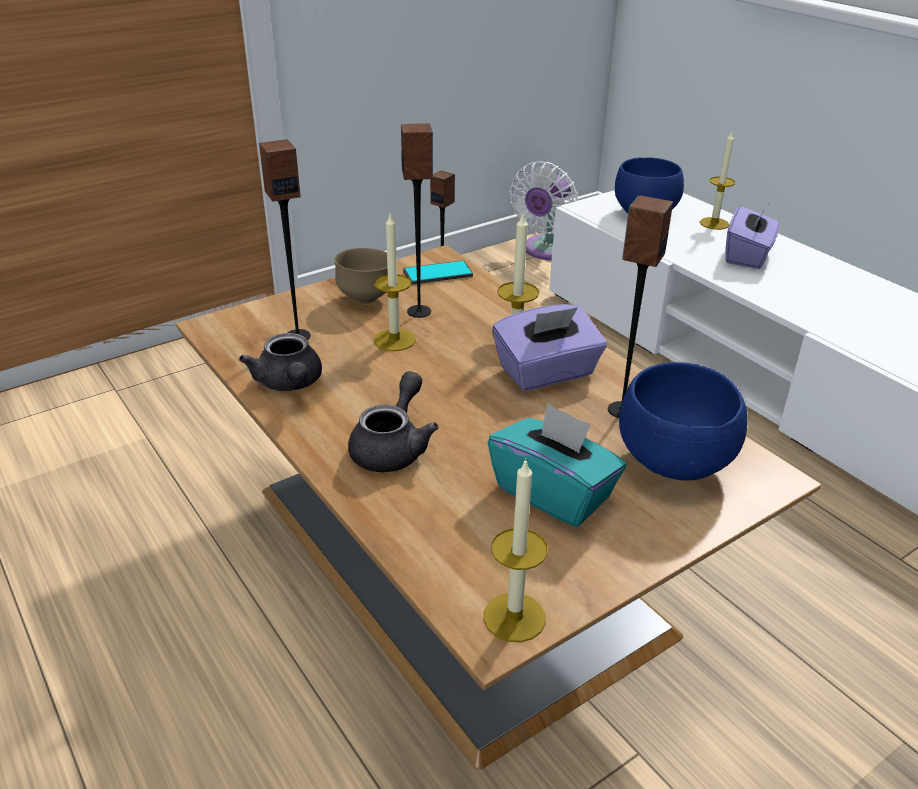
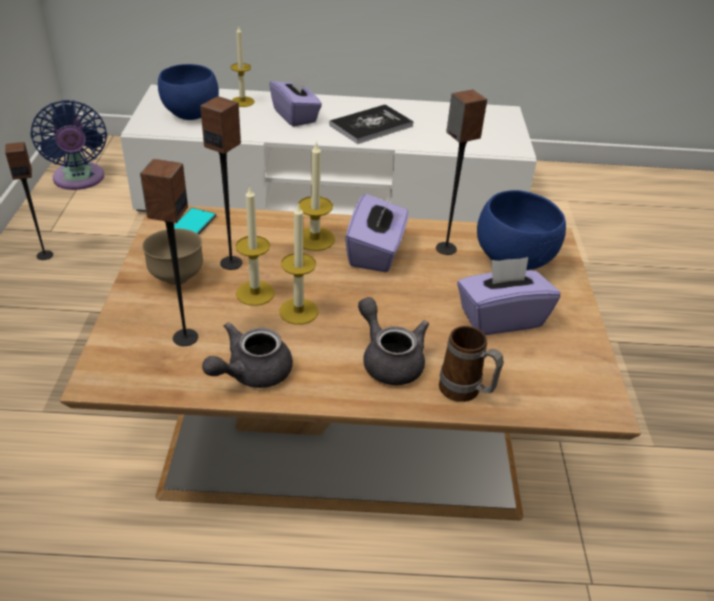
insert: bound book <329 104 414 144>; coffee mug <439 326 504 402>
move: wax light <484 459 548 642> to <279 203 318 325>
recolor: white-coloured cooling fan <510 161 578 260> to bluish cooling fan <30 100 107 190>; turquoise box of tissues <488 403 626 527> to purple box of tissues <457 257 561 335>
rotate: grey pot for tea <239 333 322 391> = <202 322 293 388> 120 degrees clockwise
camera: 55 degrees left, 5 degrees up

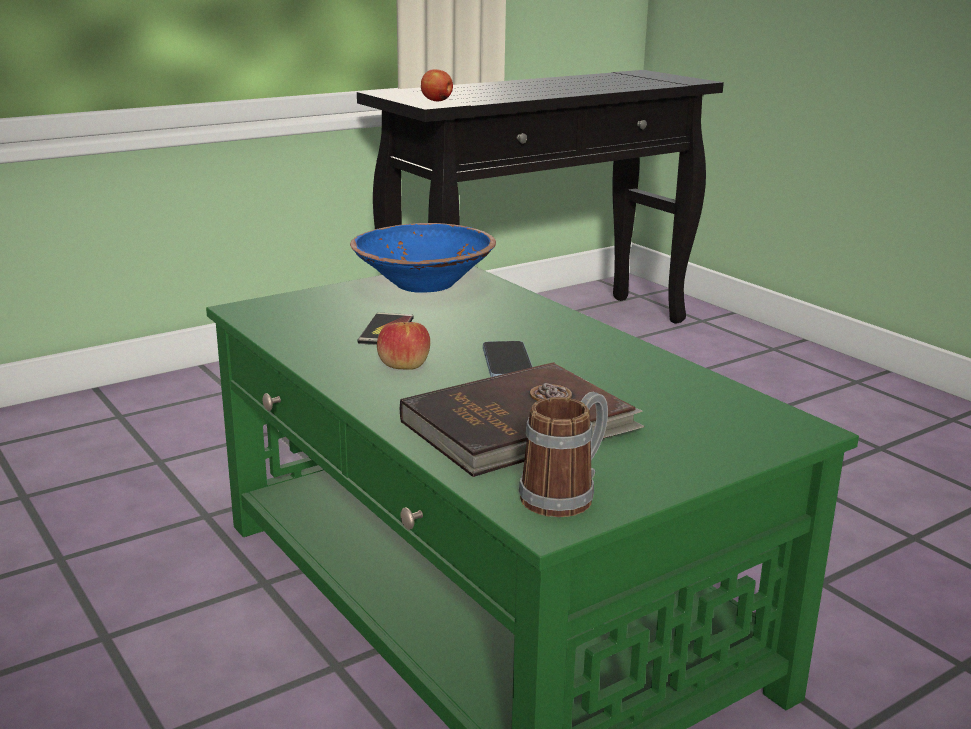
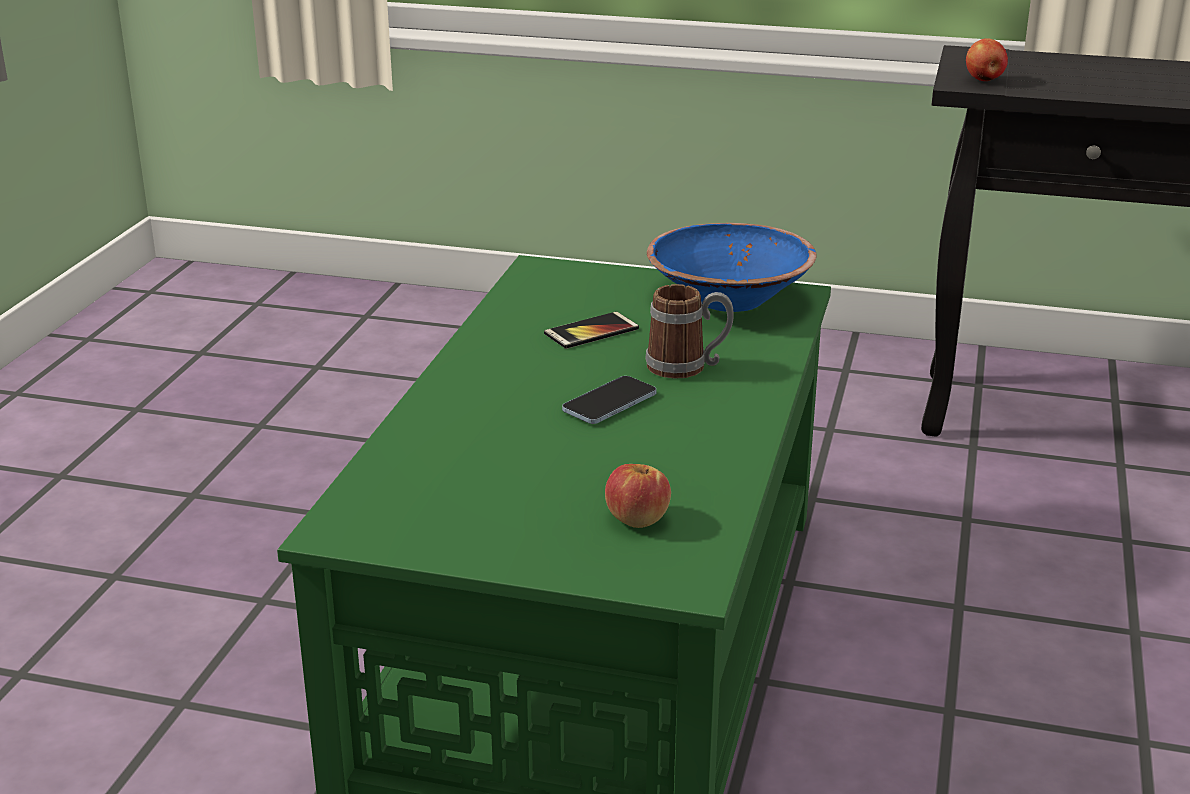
delete: brown-coloured bound book <400 362 644 477>
move: apple fruit <377 322 430 370> to <605 464 671 528>; coffee mug <519 392 608 517> to <645 284 734 379>
camera: 50 degrees right, 5 degrees up

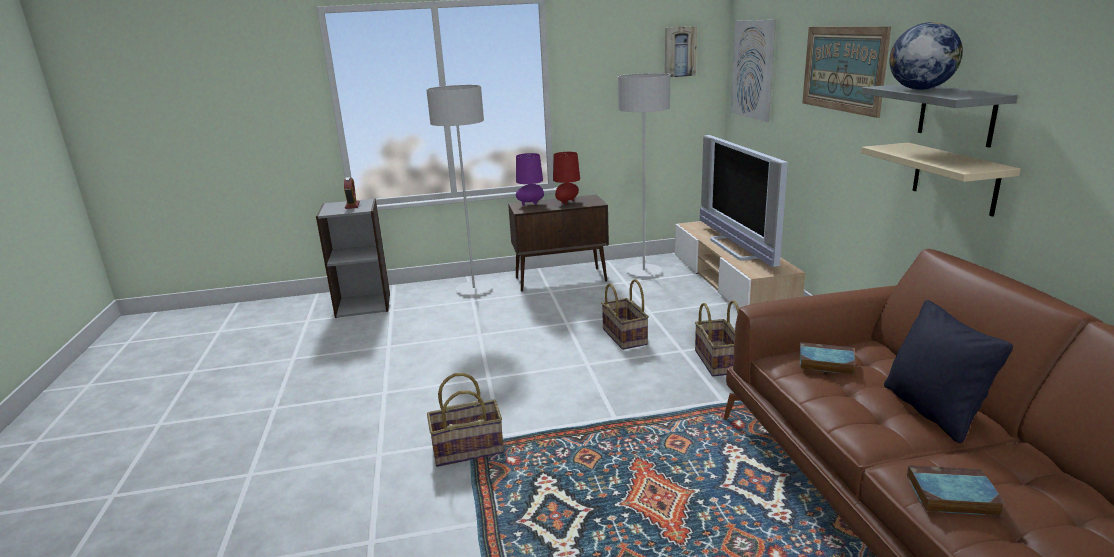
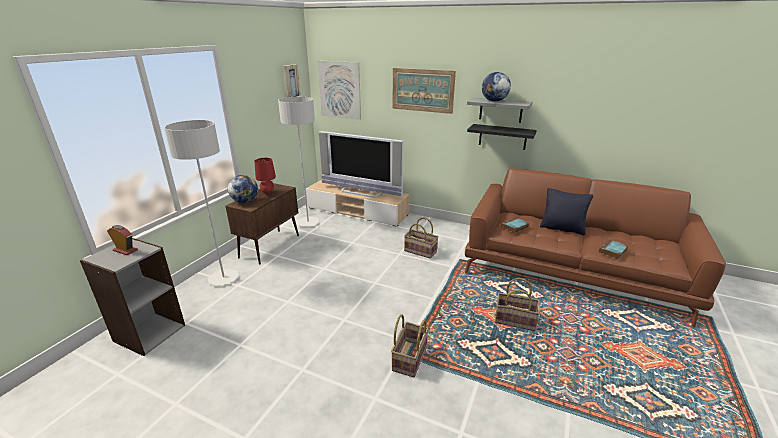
move: household basket <601 279 649 350> to <495 278 540 331>
replace: purple table lamp <516 153 544 206> to desk globe <228 175 258 203>
recolor: beige-coloured wall shelf <861 143 1021 217> to black-coloured wall shelf <467 124 537 150>
camera: 55 degrees left, 5 degrees up

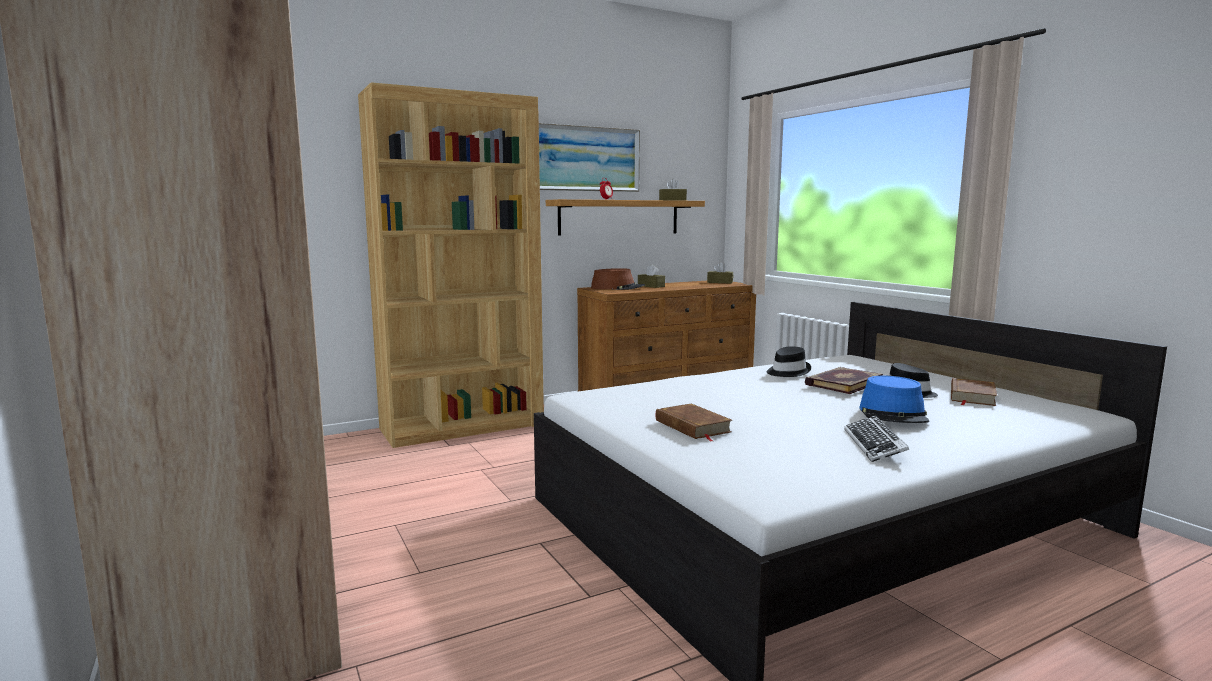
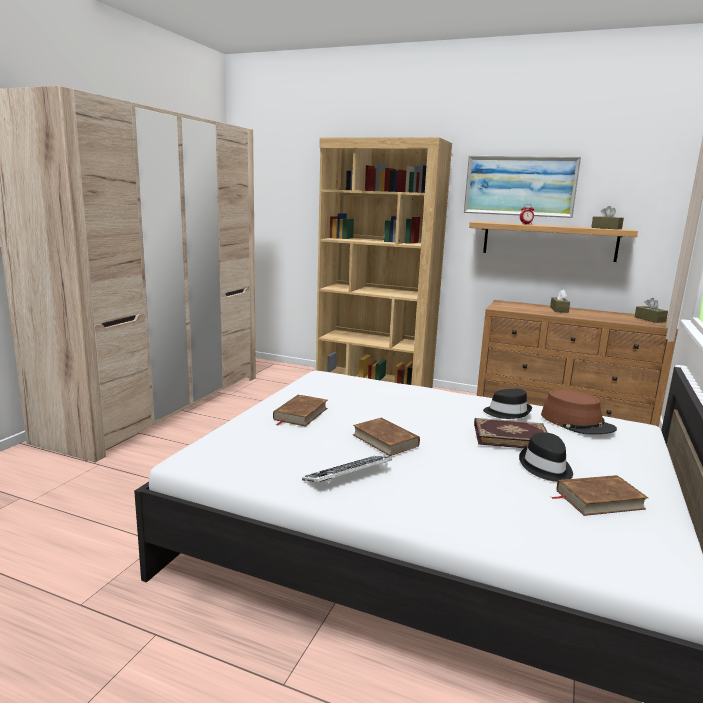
delete: bluish wearable hat <859 376 929 423>
insert: brown-coloured bound book <353 418 420 456>
move: brown-coloured wearable hat <591 268 645 290> to <541 389 617 434>
camera: 50 degrees right, 5 degrees up

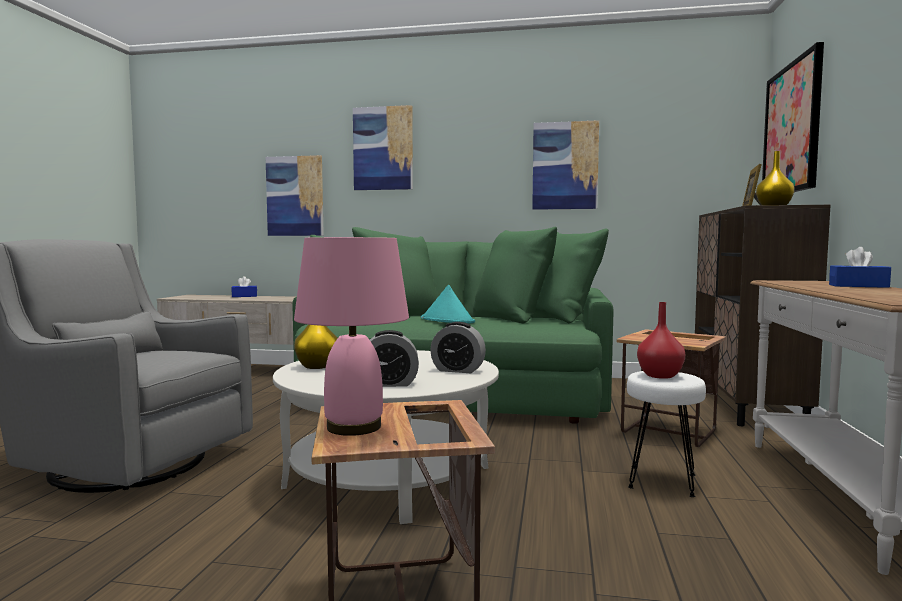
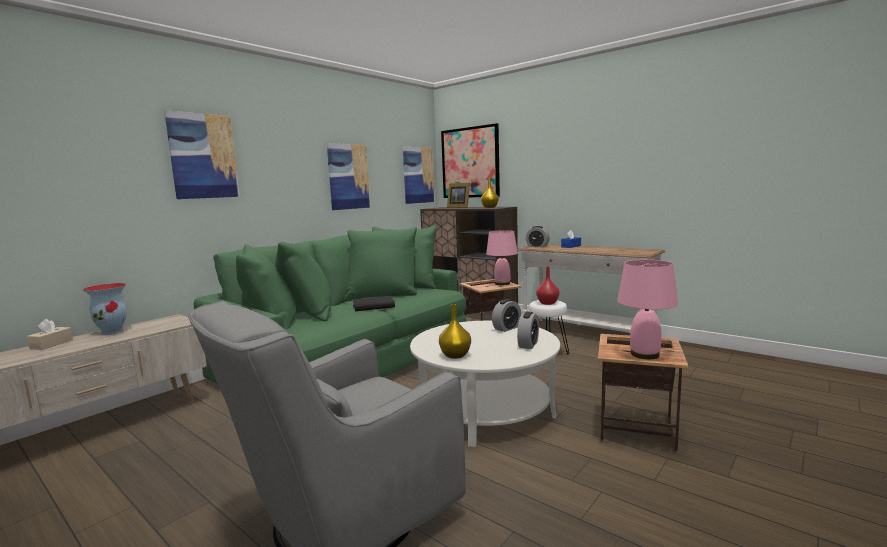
insert: flower vase <82 283 127 335>; pinkish table lamp <486 230 518 285>; bedside clock <526 226 550 247>
move: wall picture <266 155 324 236> to <403 146 435 204>
replace: turquoise wearable hat <421 285 475 324> to black-coloured bound book <353 296 395 311>
recolor: bluish box of tissues <231 276 257 297> to beige-coloured box of tissues <27 319 73 350>
camera: 60 degrees left, 5 degrees up

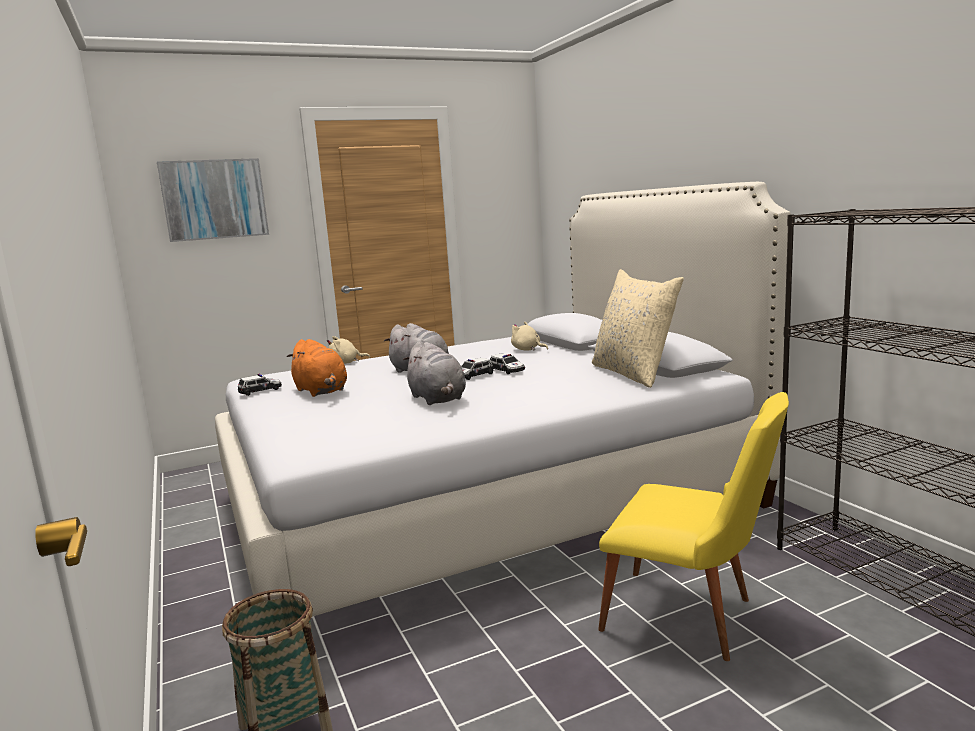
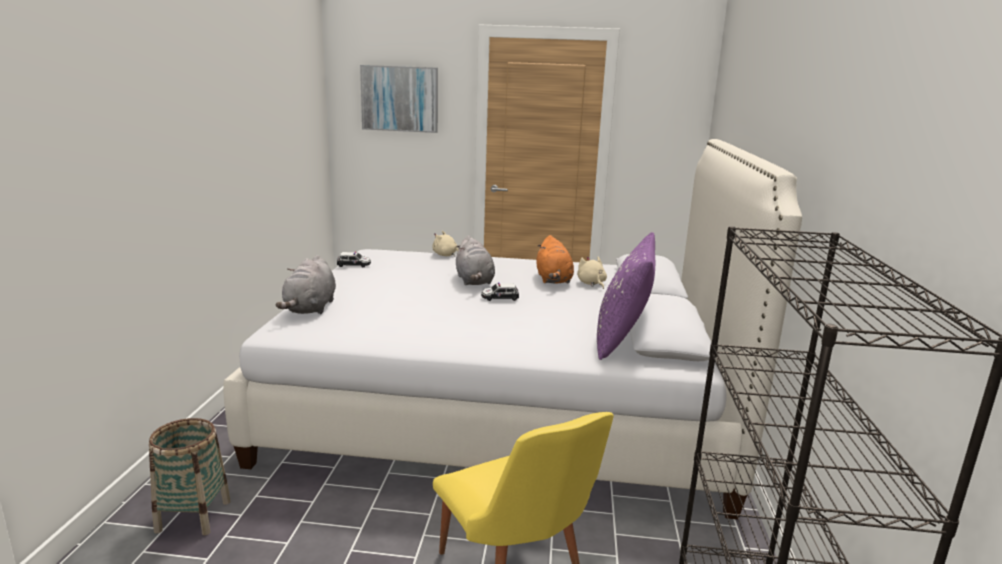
delete: miniature car <489 354 525 374>
move: grey cuddly toy <403 342 466 405> to <276 255 336 314>; orange-coloured cuddly toy <287 339 347 397> to <536 235 574 284>
recolor: beige-coloured cushion <592 269 684 388> to purple cushion <597 232 655 360>
camera: 30 degrees right, 5 degrees up

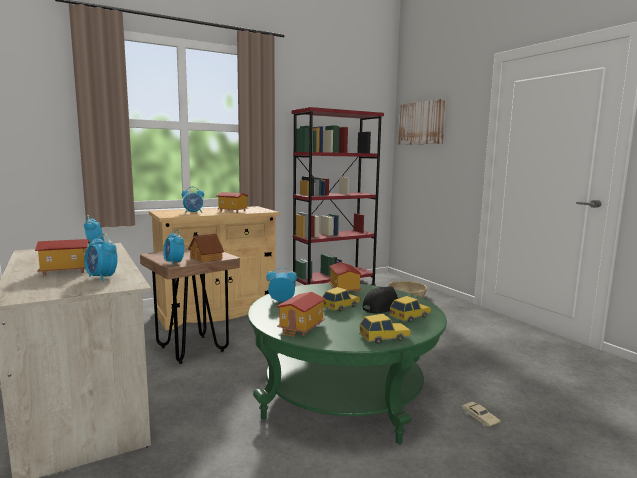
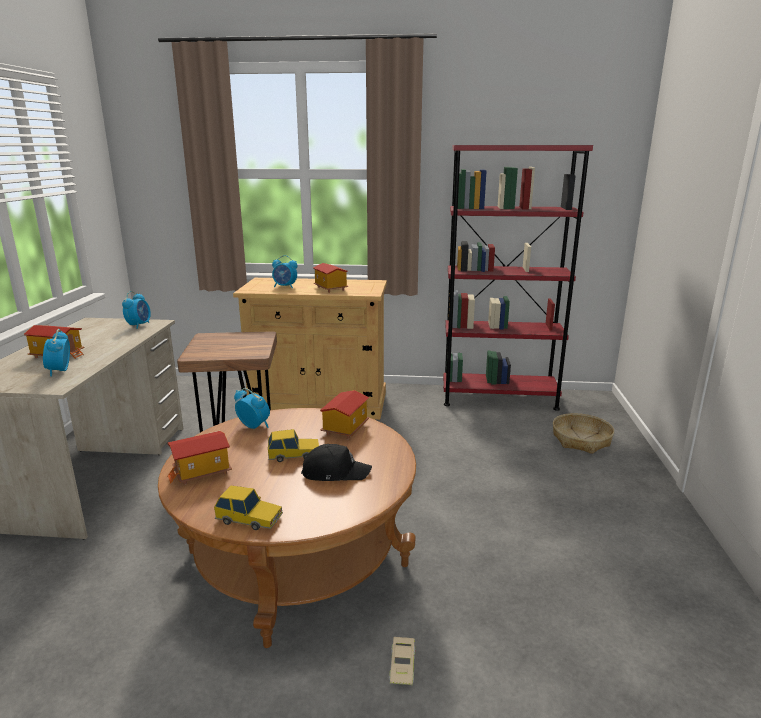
delete: bedside clock <163 230 185 266>; model house <188 234 224 262>; miniature car <389 296 431 322>; wall picture <398 99 446 145>
recolor: green low table <248 283 447 444> to brown-coloured low table <158 408 416 648>
camera: 35 degrees right, 10 degrees up

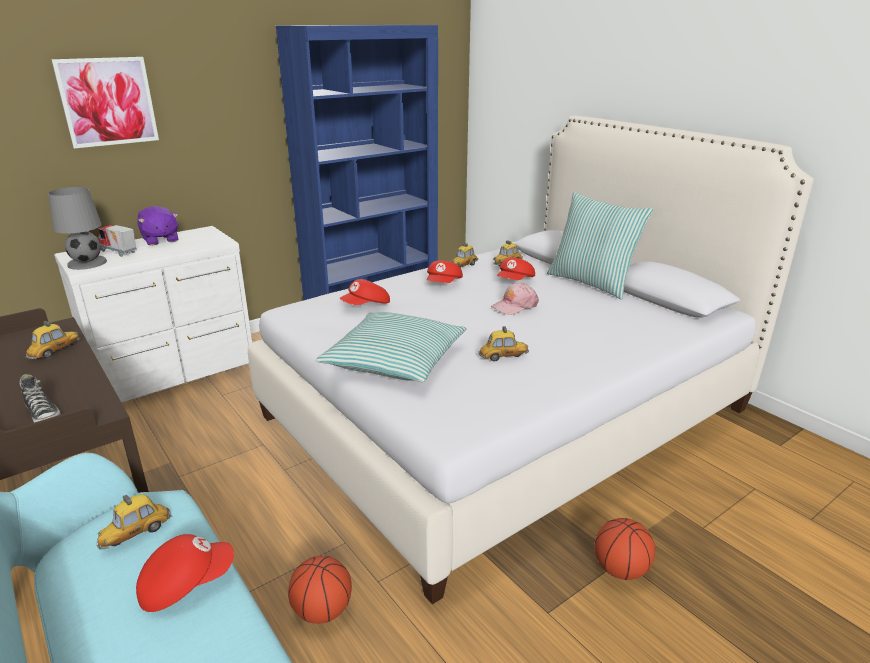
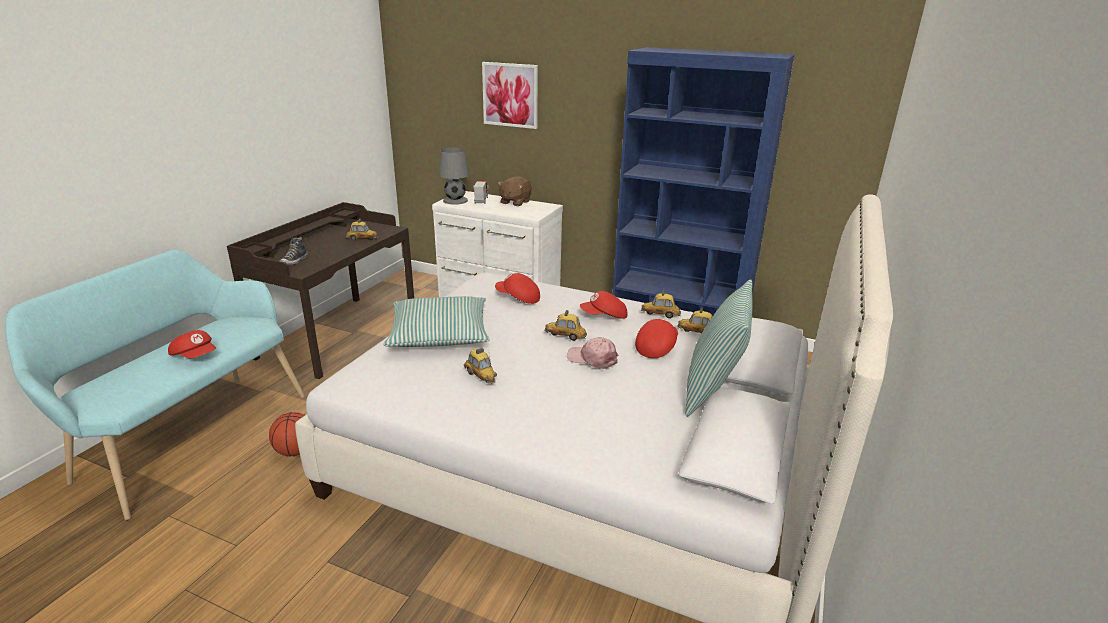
delete: basketball ball <594 518 655 580>
move: miniature car <97 494 172 549> to <545 310 587 341>
recolor: purple cuddly toy <137 206 179 246> to brown-coloured cuddly toy <498 176 531 206>
rotate: reddish peaked cap <497 258 535 280> = <635 318 678 358> 120 degrees clockwise
camera: 60 degrees right, 0 degrees up

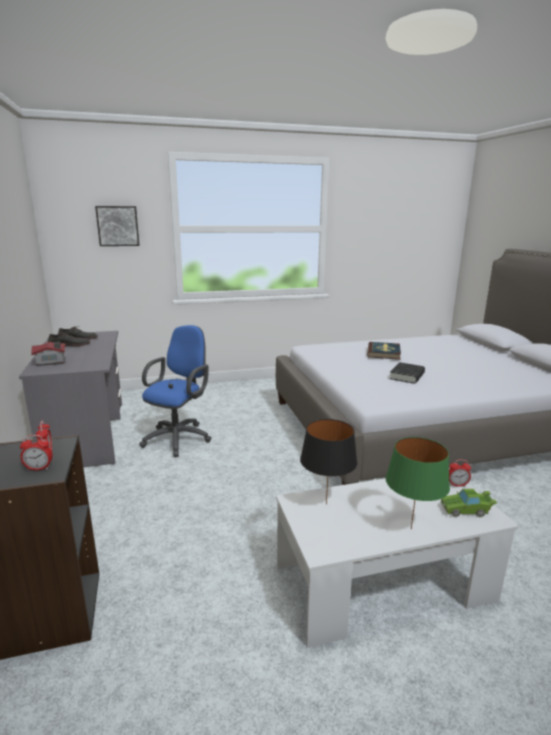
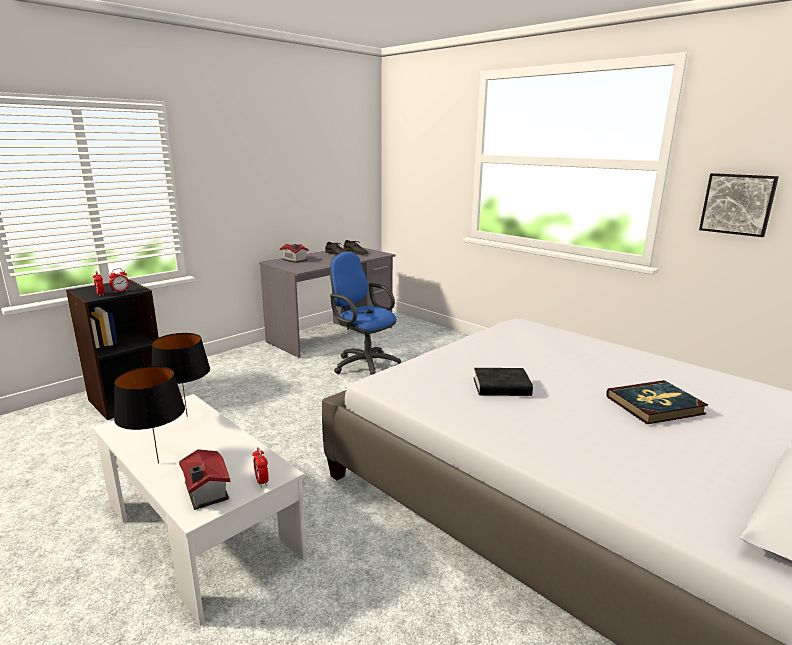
move: bound book <367 342 401 360> to <606 380 708 424>; wall picture <95 206 140 246> to <699 173 779 237>
replace: green miniature car <441 489 497 517> to model house <179 449 230 510>
recolor: green table lamp <386 437 450 529> to black-coloured table lamp <114 366 185 464>
rotate: bluish office chair <139 325 212 457> = <330 251 401 375> 135 degrees counterclockwise
camera: 60 degrees right, 0 degrees up

